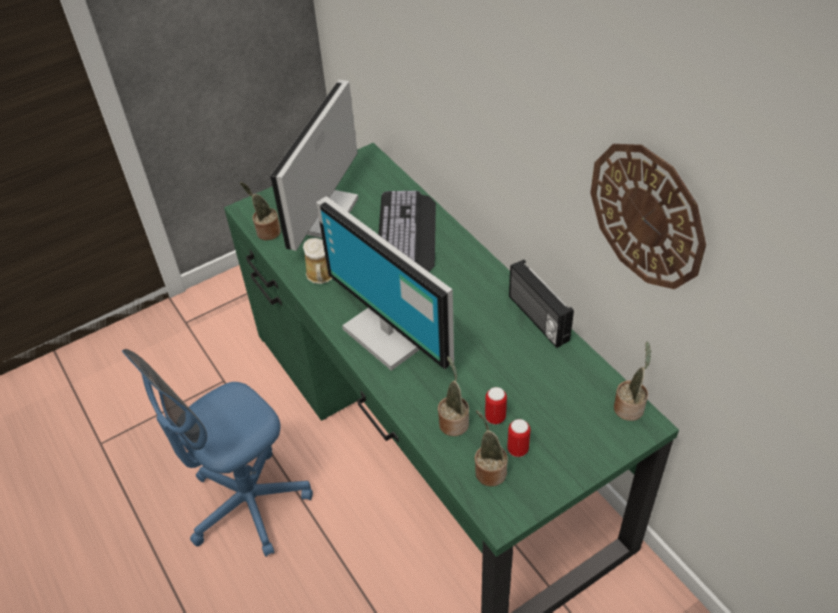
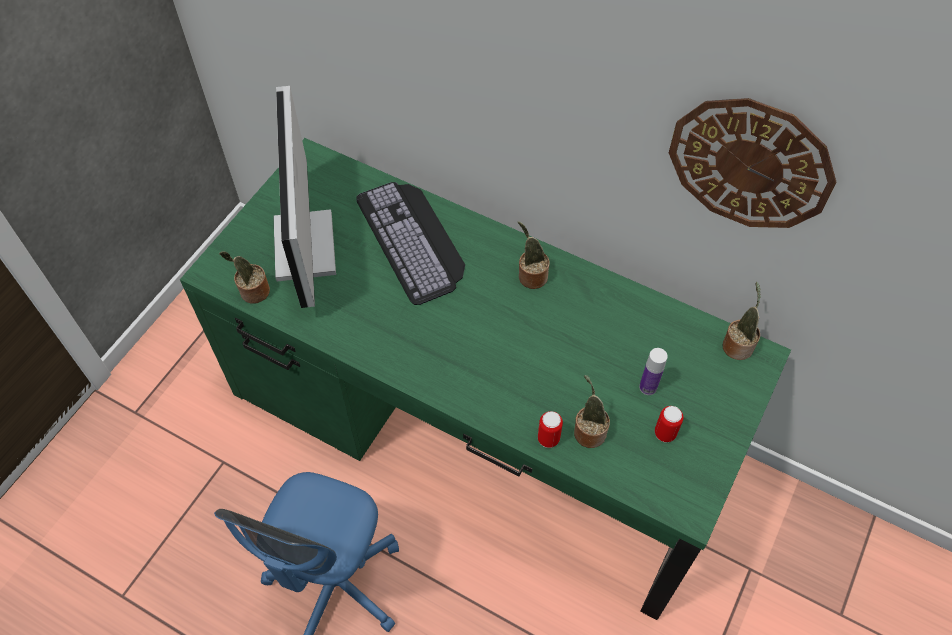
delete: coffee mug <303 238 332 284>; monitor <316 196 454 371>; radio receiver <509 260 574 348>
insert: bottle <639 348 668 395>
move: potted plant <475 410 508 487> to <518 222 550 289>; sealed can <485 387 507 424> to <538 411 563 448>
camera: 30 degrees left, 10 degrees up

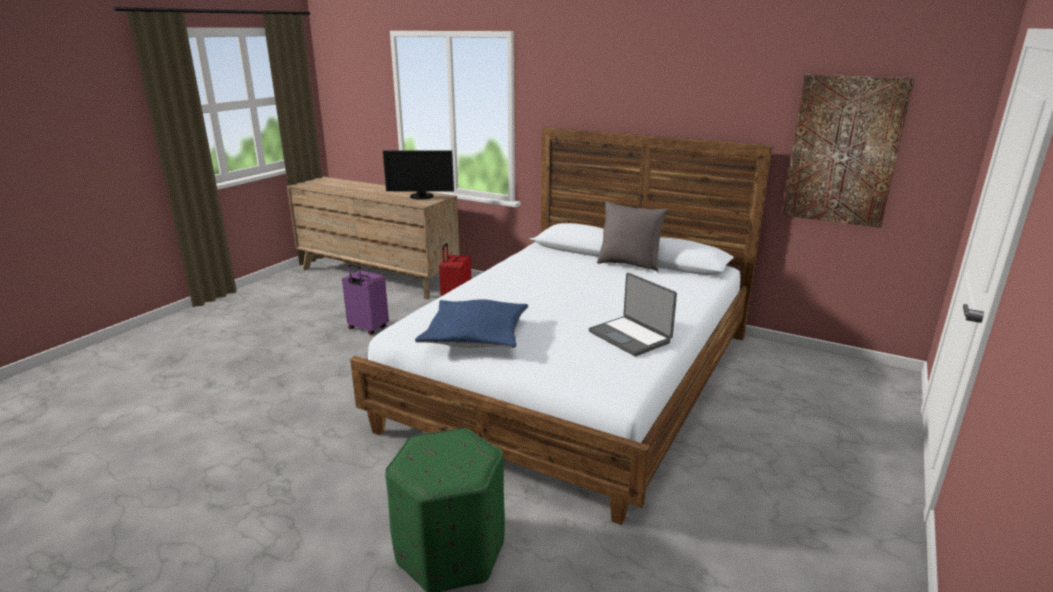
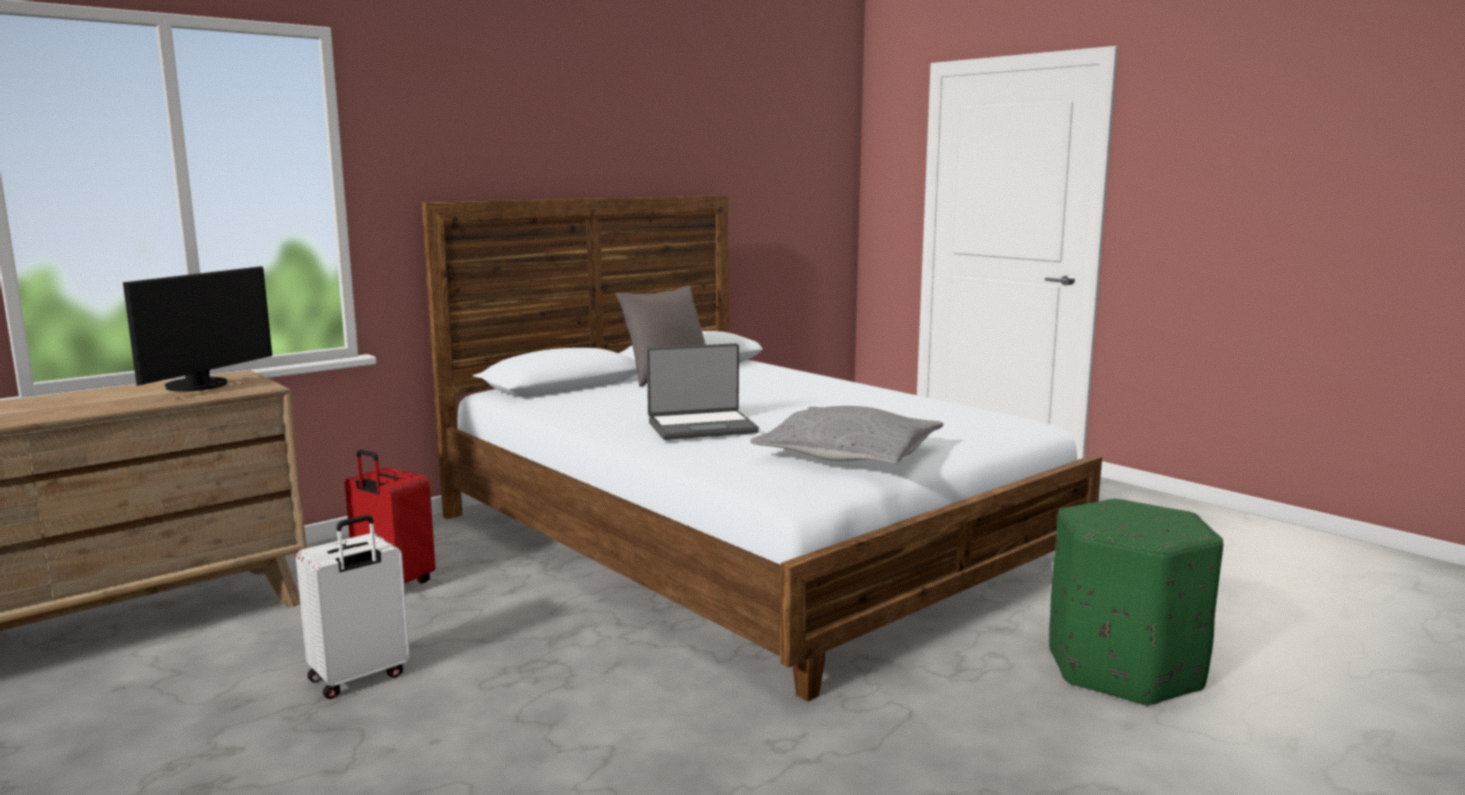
delete: wall picture <782 75 915 228>
move: portable computer <589 273 677 356> to <647 343 759 440>
recolor: purple piece of luggage <342 263 389 335> to white-coloured piece of luggage <296 515 410 699>; bluish cushion <415 299 528 348> to grey cushion <750 406 943 464>
camera: 70 degrees left, 10 degrees down

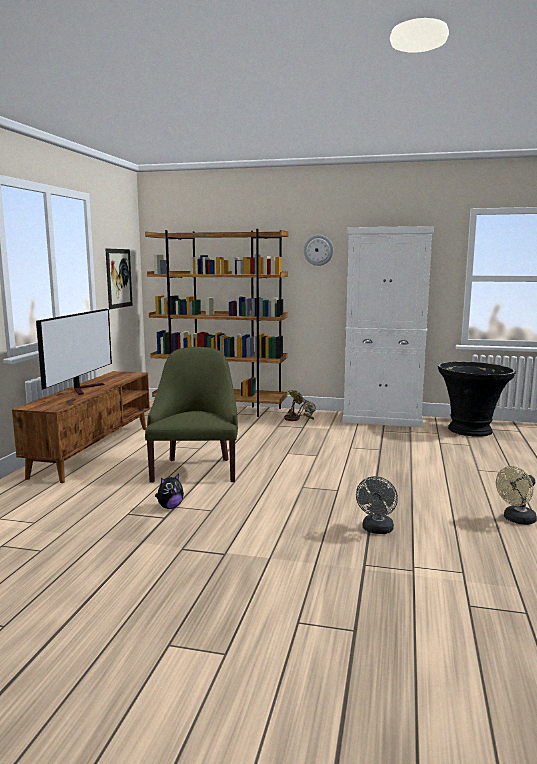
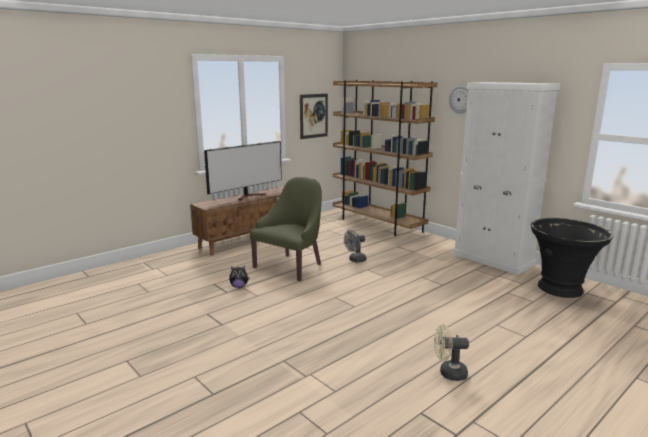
delete: potted plant <284 390 316 421>
move: grey cooling fan <356 476 398 534> to <344 230 366 263>
camera: 35 degrees right, 5 degrees up

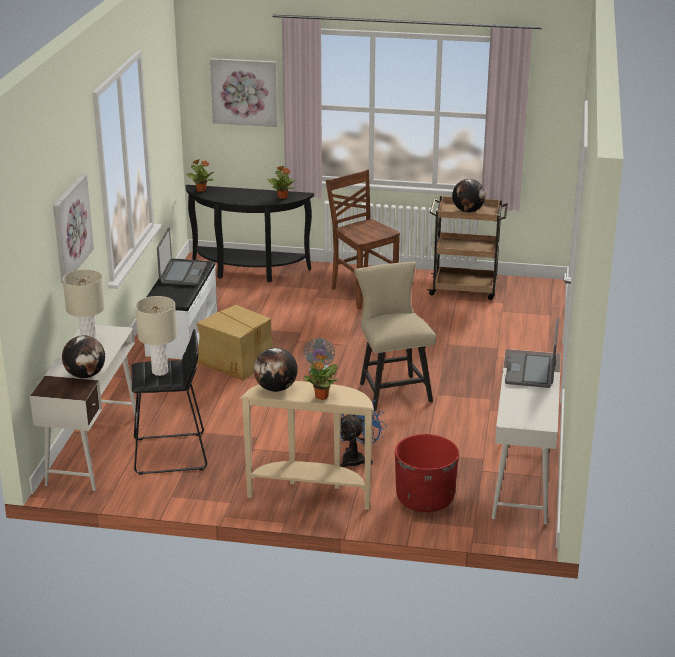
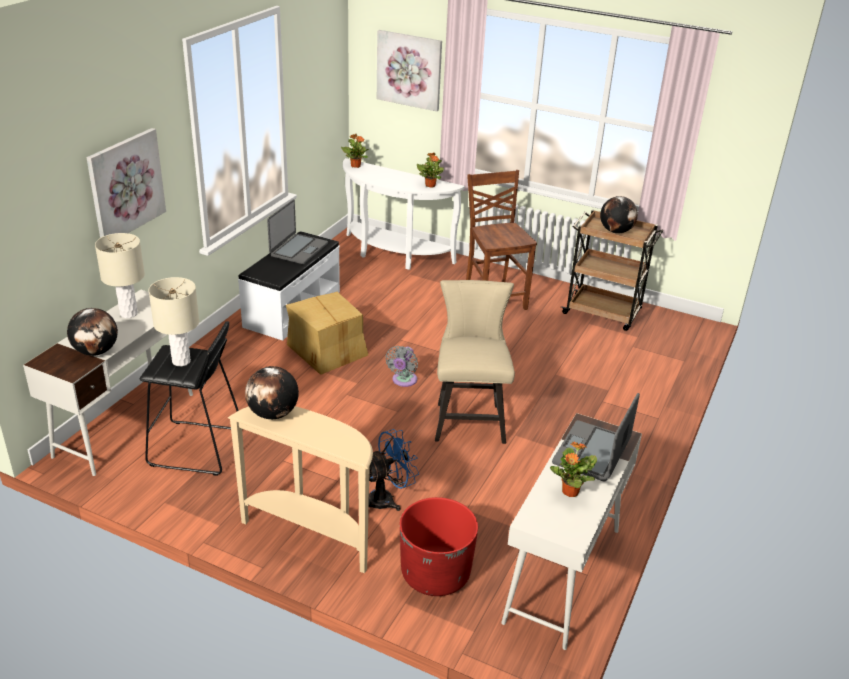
move: potted plant <303 354 338 400> to <550 441 597 497>
recolor: black-coloured hall table <186 185 314 282> to white-coloured hall table <343 158 465 270>
camera: 15 degrees right, 5 degrees up

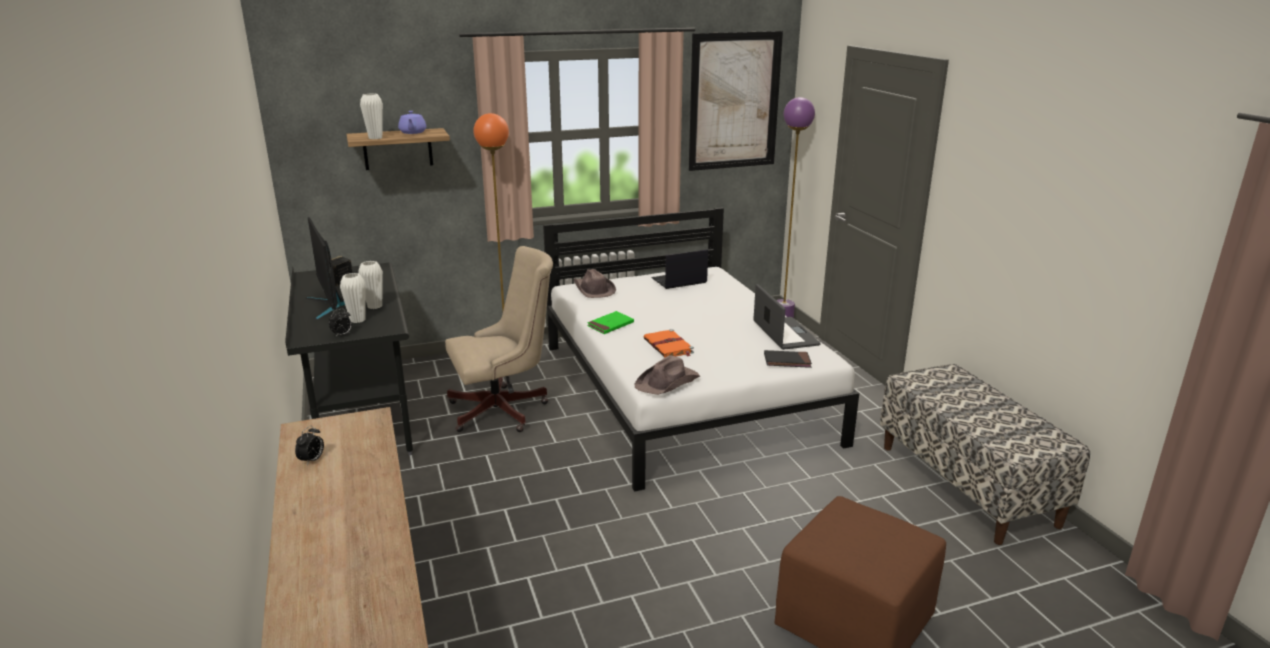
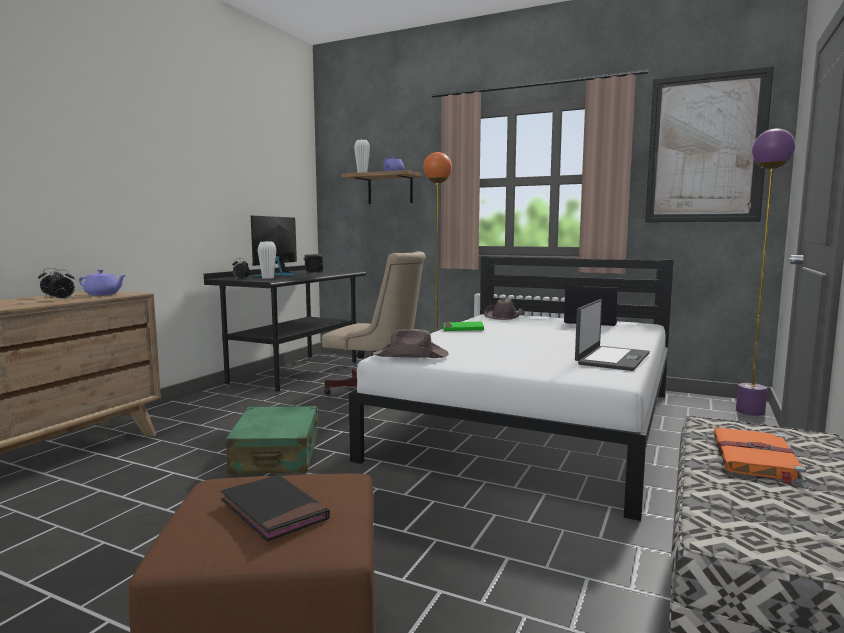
delete: white-coloured flower vase <358 261 383 309>
insert: bedside clock <48 270 75 300>; purple pot for tea <79 269 126 295>; green piece of luggage <226 406 318 474>
move: black-coloured bound book <764 350 812 368> to <221 475 330 541>; orange-coloured bound book <644 329 694 358> to <713 428 806 485>
camera: 45 degrees right, 15 degrees down

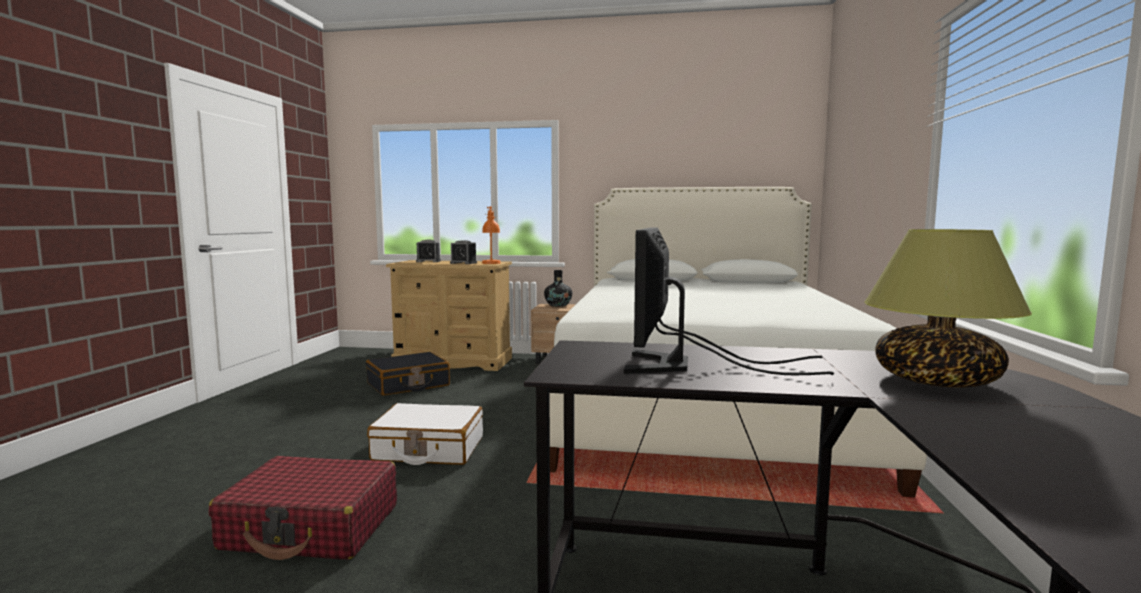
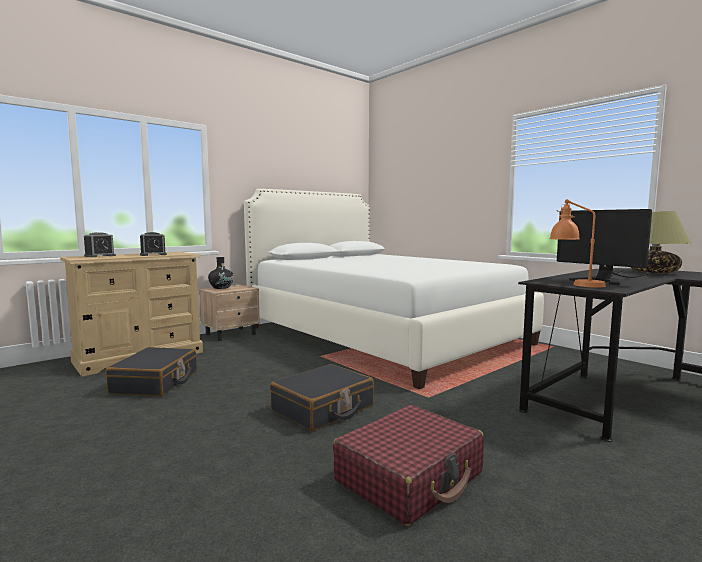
move: orange-coloured table lamp <482 206 501 264> to <549 199 606 288>
recolor: white-coloured piece of luggage <367 403 483 465> to black-coloured piece of luggage <270 364 374 431>
camera: 50 degrees left, 0 degrees up

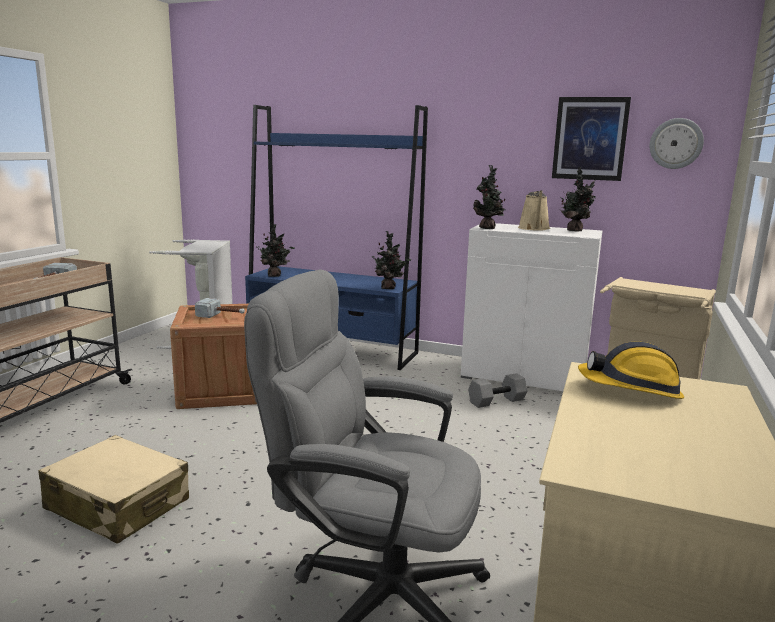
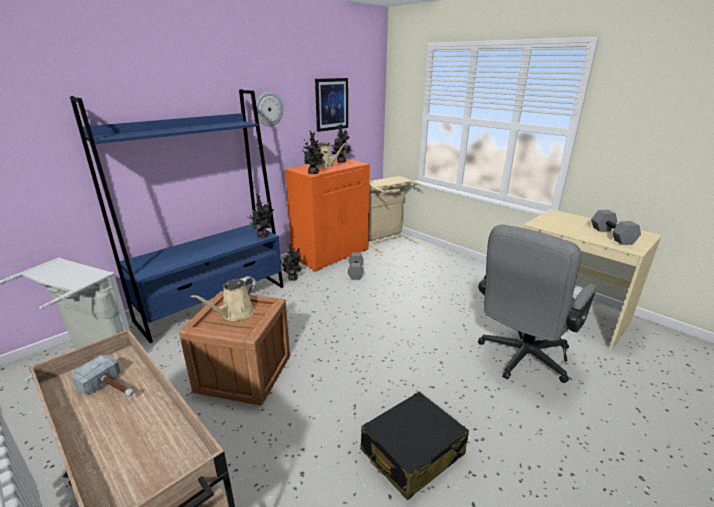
delete: safety helmet <578 341 684 399>
insert: grey dumbbell <591 210 641 245>
move: clock on the wall <650 118 704 169> to <256 92 283 126>; potted plant <254 222 295 277> to <281 243 302 281>
replace: hand hammer <195 298 245 318> to beige-coloured sprinkling can <190 276 256 321>
recolor: white-coloured cabinet <461 223 602 391> to orange-coloured cabinet <285 159 370 272>; beige-coloured piece of luggage <38 435 189 544> to black-coloured piece of luggage <361 391 469 500>
camera: 65 degrees left, 10 degrees up

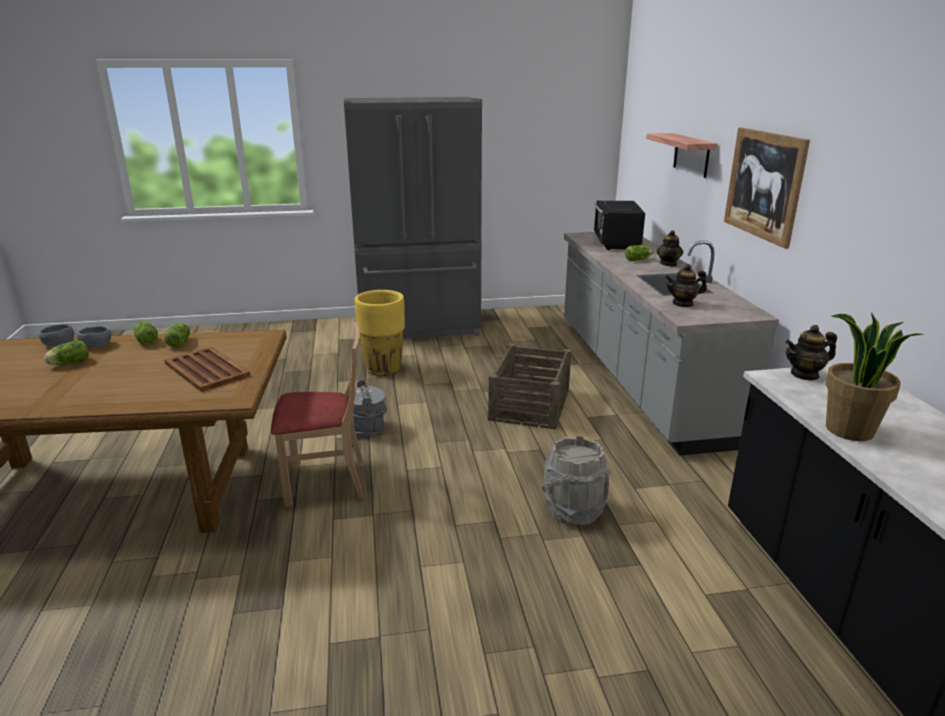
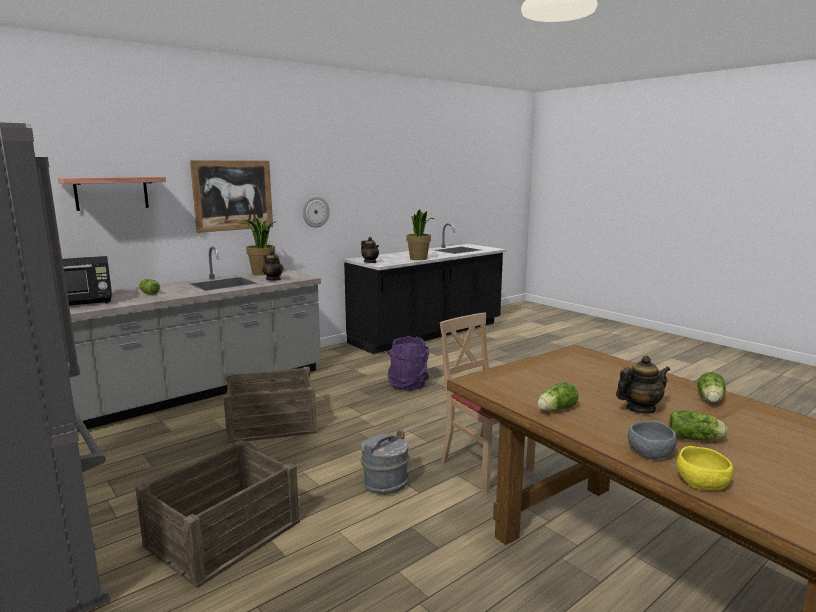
delete: brown-coloured tray <164 347 250 392>
insert: potted plant <240 218 277 275>; clock on the wall <302 196 330 228>
move: pot for tea <657 230 683 266> to <616 355 670 414>; head of lettuce <134 322 158 345> to <697 372 726 403>
replace: yellowish plant pot <355 290 405 376> to shipping crate <135 440 300 588>
recolor: grey pail <542 436 611 525> to purple pail <387 336 429 391>; grey deep dish <38 324 74 346> to yellowish deep dish <676 446 734 490>
camera: 120 degrees left, 10 degrees down

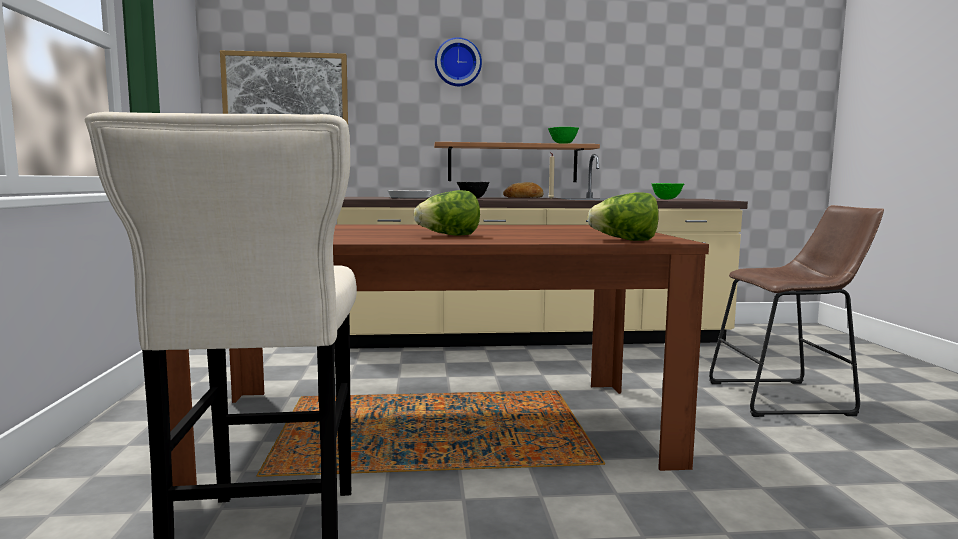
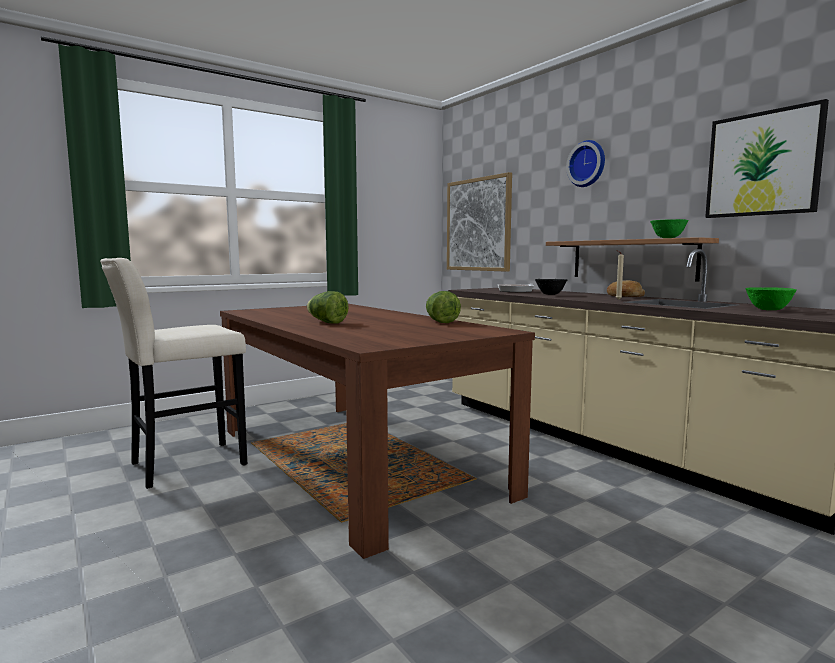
delete: brown-coloured stool seat <709 205 884 417>
insert: wall picture <705 99 829 218>
move: head of lettuce <587 192 659 241> to <426 291 461 323>
camera: 60 degrees right, 0 degrees up

